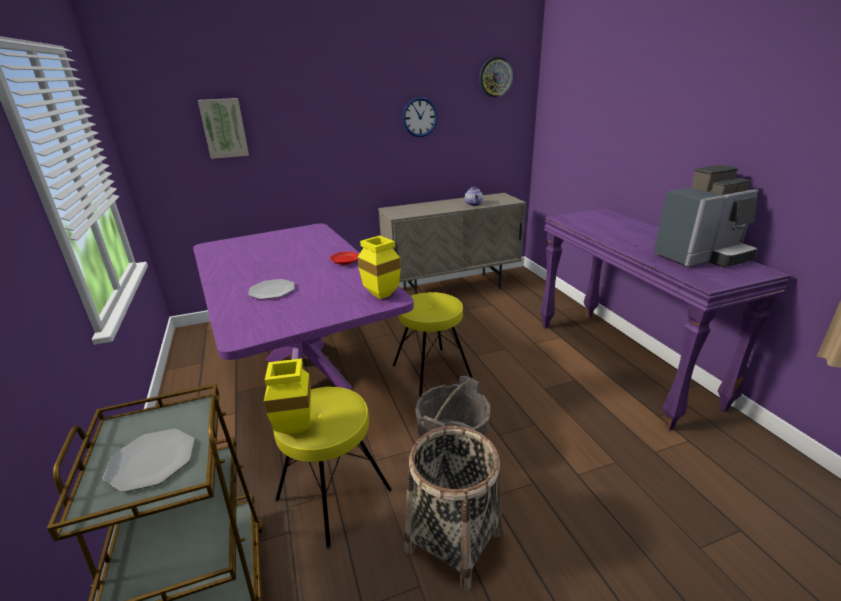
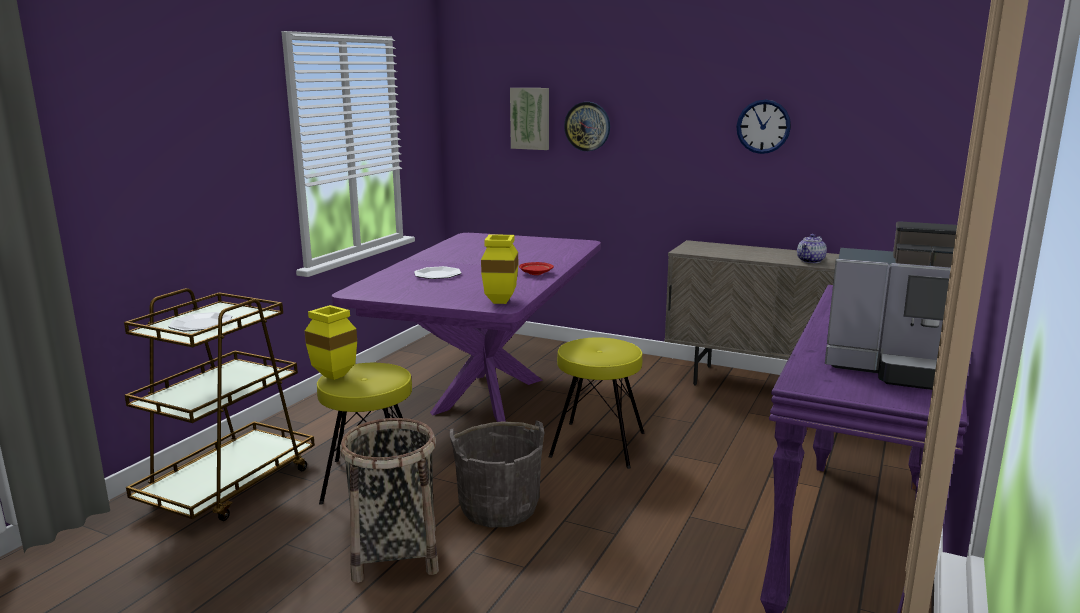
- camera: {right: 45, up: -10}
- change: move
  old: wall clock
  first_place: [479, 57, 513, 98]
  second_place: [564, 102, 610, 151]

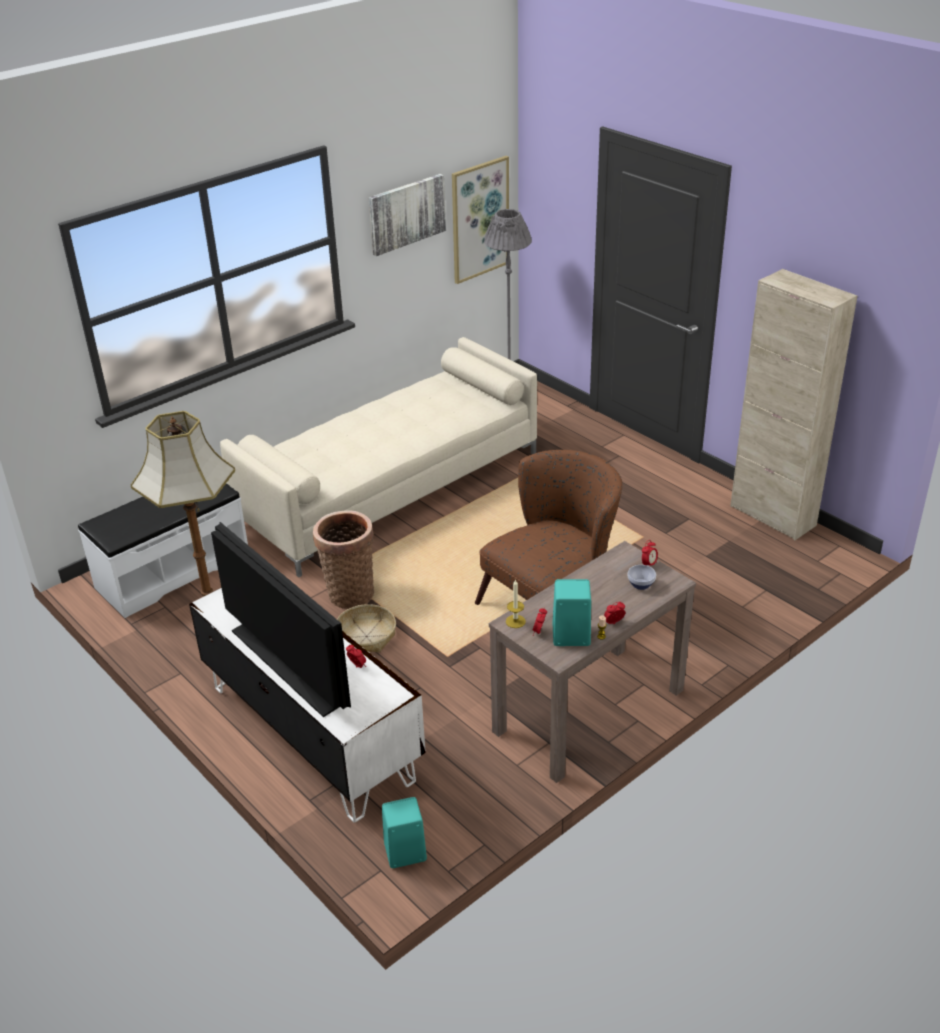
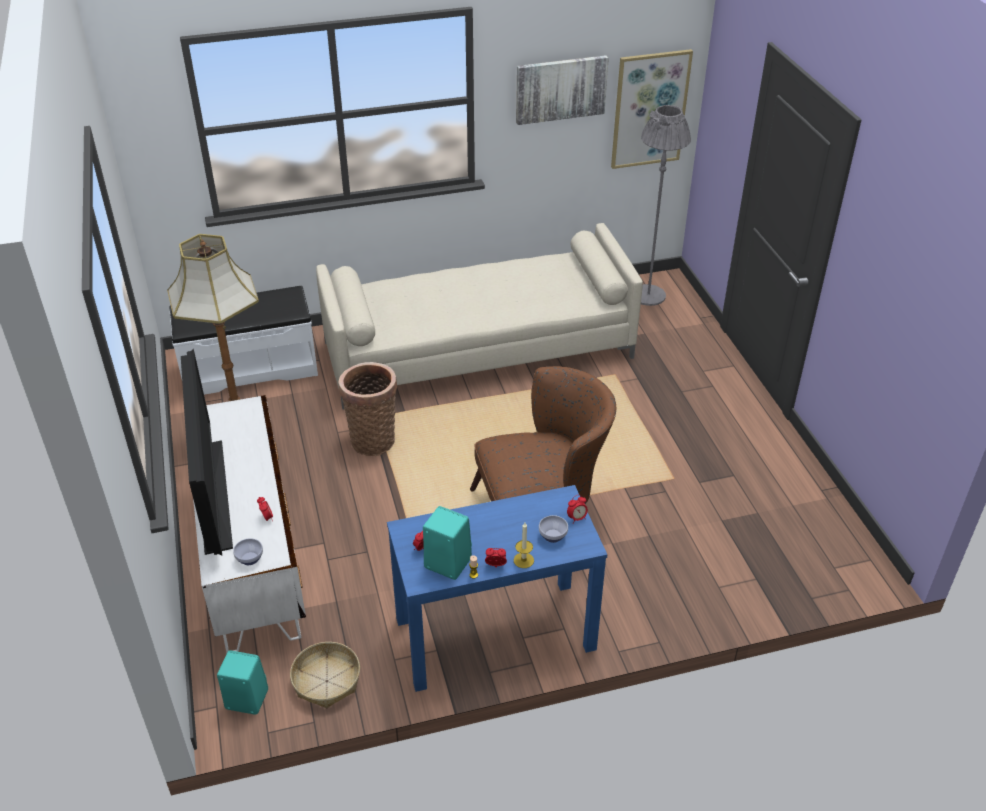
- camera: {right: 25, up: 5}
- change: move
  old: basket
  first_place: [337, 604, 396, 652]
  second_place: [290, 642, 360, 708]
- change: recolor
  old: brown console table
  new: blue console table
  first_place: [489, 541, 696, 783]
  second_place: [387, 485, 607, 692]
- change: move
  old: candle
  first_place: [506, 579, 526, 628]
  second_place: [514, 523, 534, 568]
- change: delete
  old: beige cabinet
  first_place: [730, 269, 857, 540]
- change: insert
  new: bowl
  second_place: [233, 538, 263, 565]

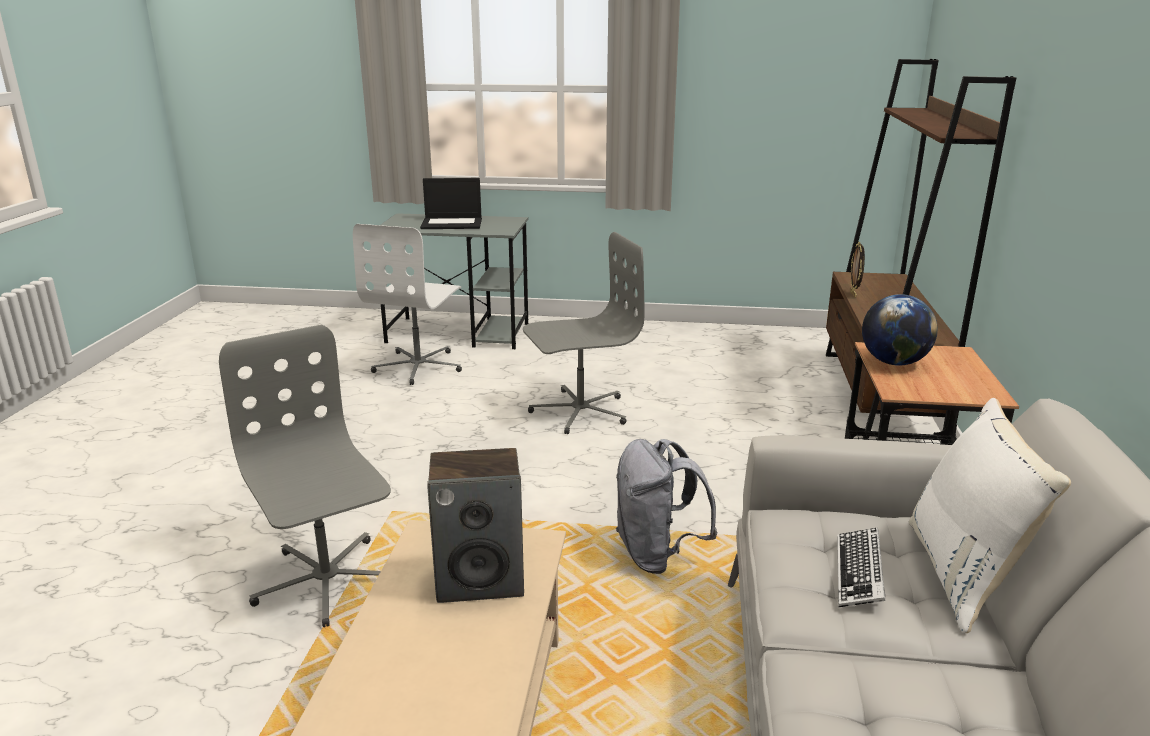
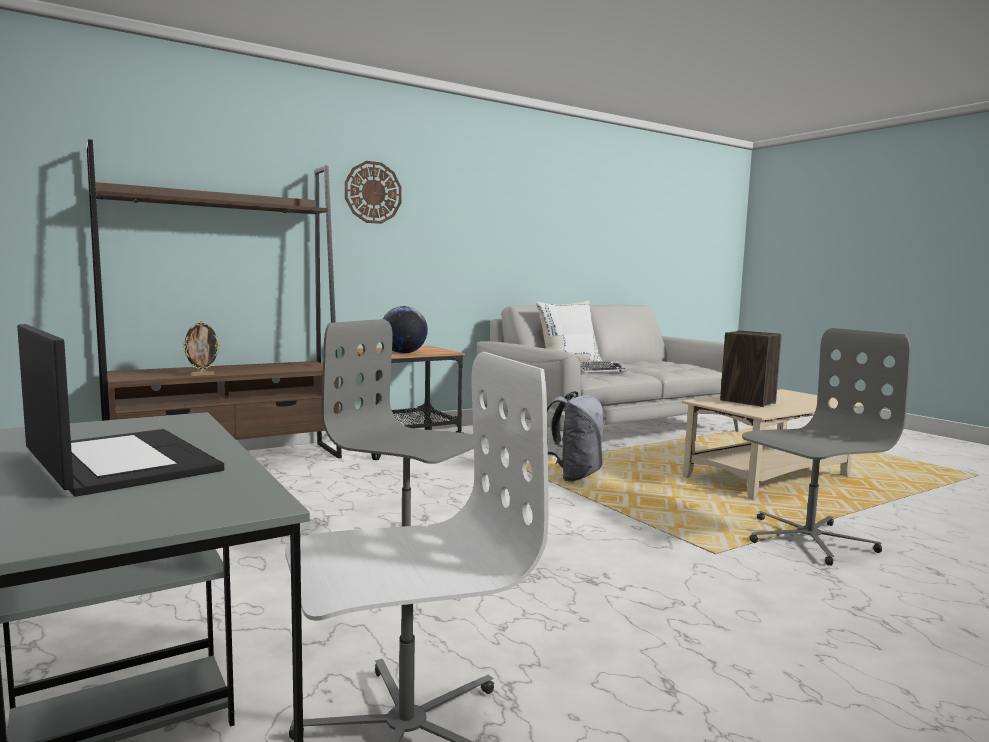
- camera: {right: -130, up: -15}
- change: rotate
  old: grey office chair
  first_place: [219, 325, 391, 627]
  second_place: [742, 328, 911, 566]
  degrees: -135
- change: insert
  new: wall clock
  second_place: [345, 161, 402, 224]

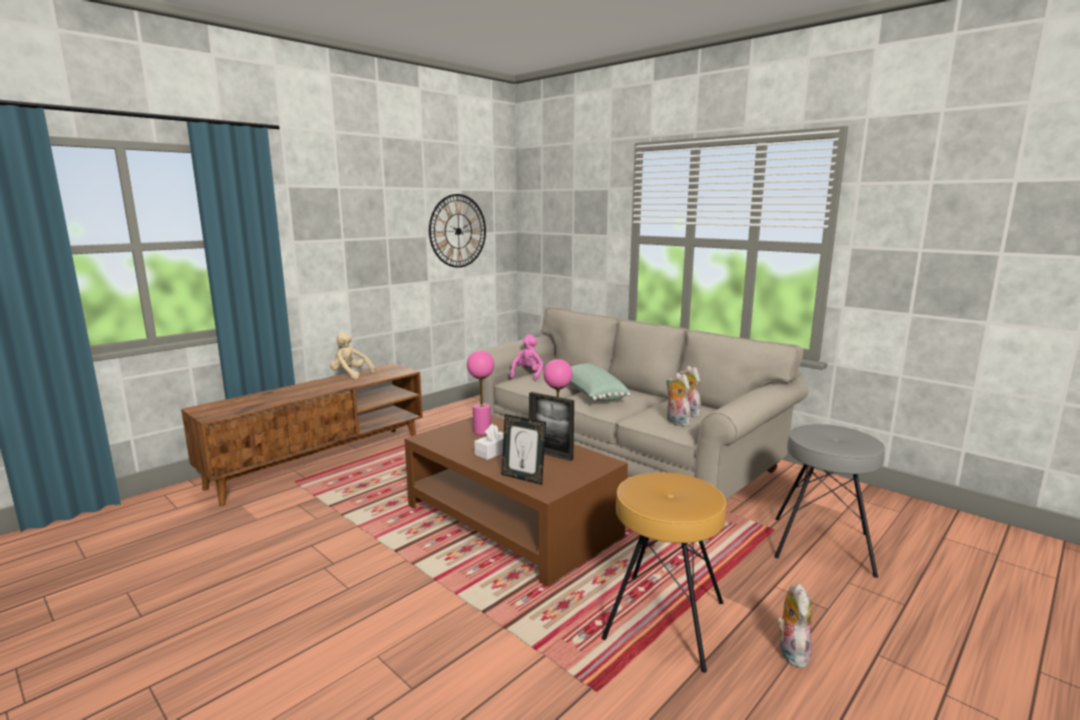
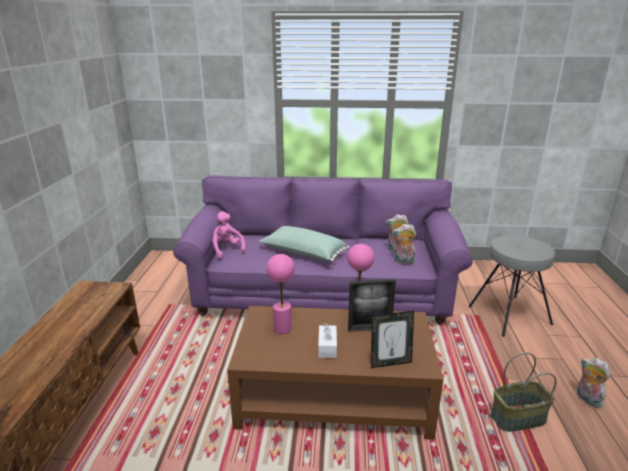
- camera: {right: -40, up: 10}
- change: delete
  old: beige plush toy
  first_place: [330, 333, 376, 379]
- change: delete
  old: wall clock
  first_place: [429, 194, 486, 268]
- change: recolor
  old: beige sofa
  new: purple sofa
  first_place: [482, 307, 808, 500]
  second_place: [173, 175, 473, 325]
- change: replace
  old: brown stool
  new: basket
  first_place: [601, 472, 726, 673]
  second_place: [490, 352, 557, 432]

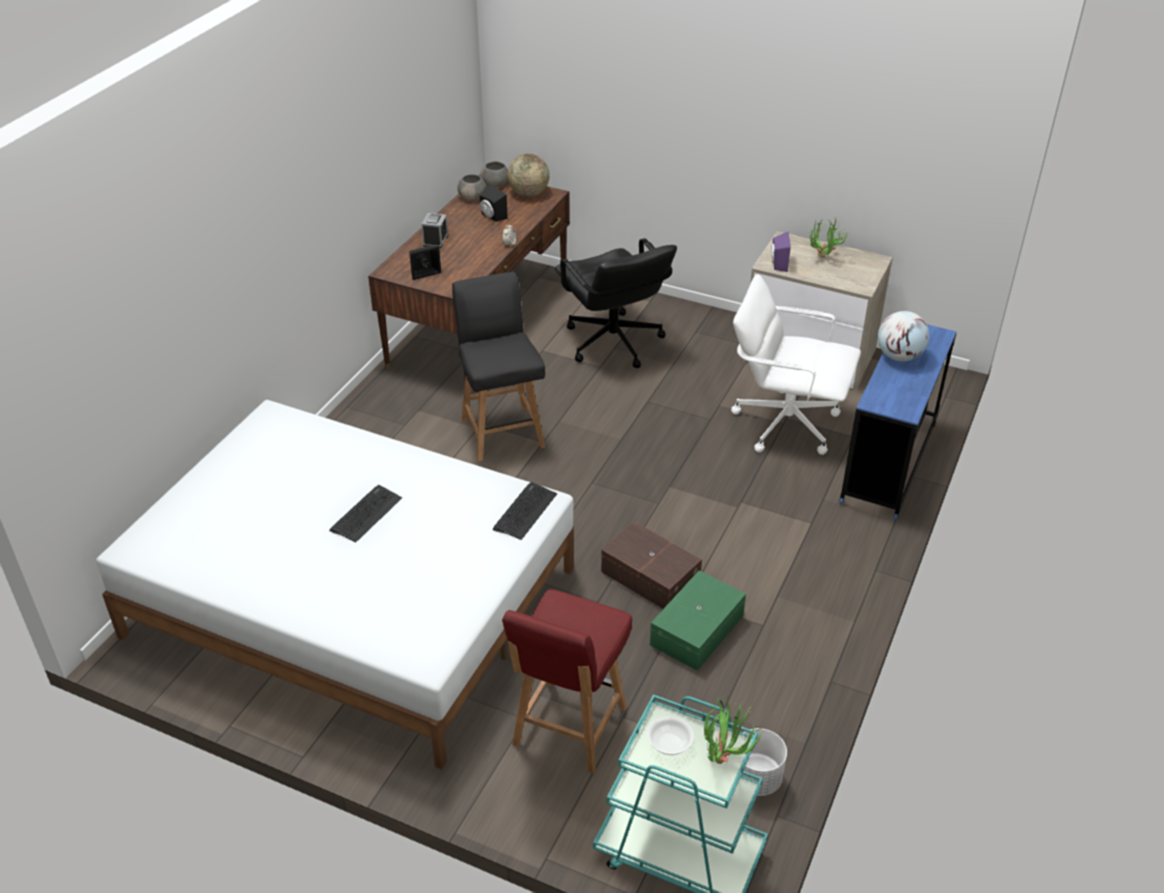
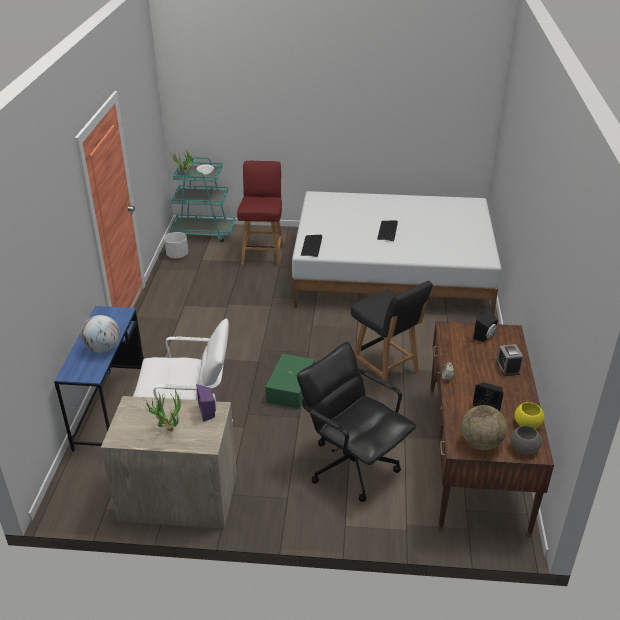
- camera: {right: 160, up: -5}
- change: recolor
  old: grey bowl
  new: yellow bowl
  first_place: [457, 174, 486, 201]
  second_place: [514, 402, 544, 429]
- change: delete
  old: brown storage box
  first_place: [601, 521, 702, 609]
- change: move
  old: green storage box
  first_place: [650, 571, 746, 671]
  second_place: [266, 354, 314, 409]

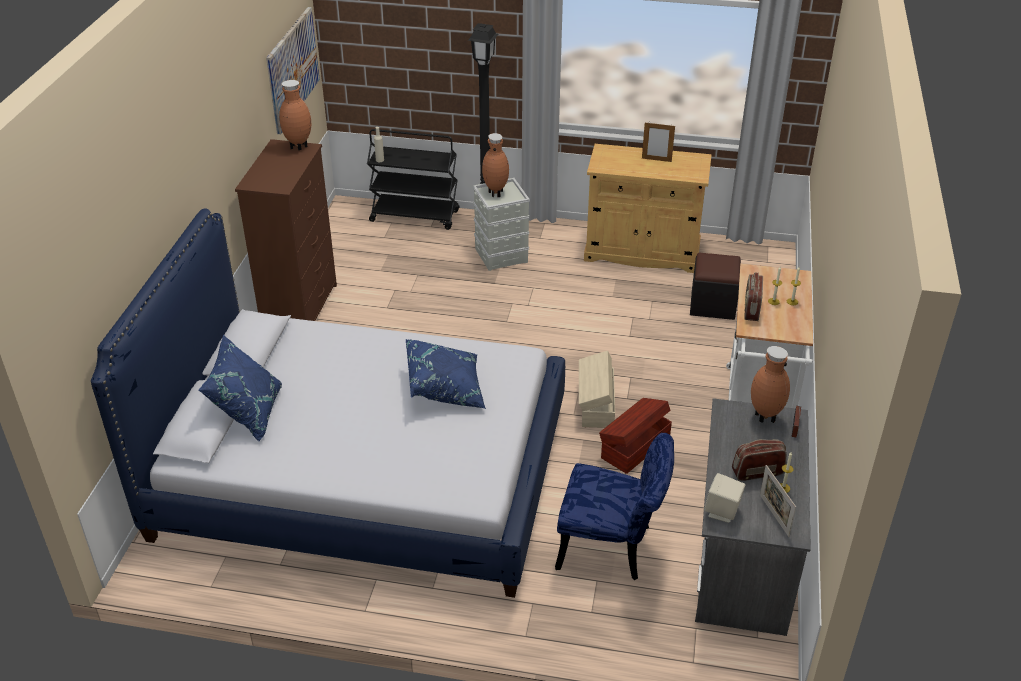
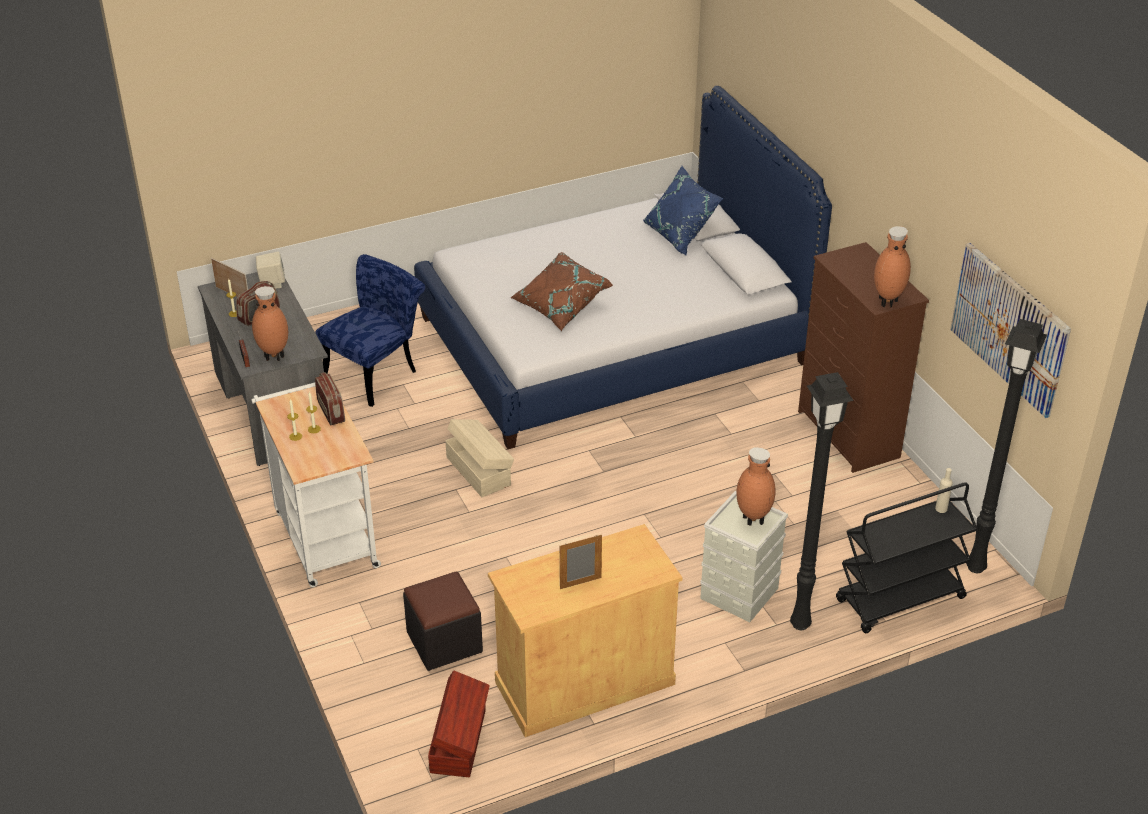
- camera: {right: 145, up: 0}
- change: recolor
  old: blue pillow
  new: brown pillow
  first_place: [406, 339, 486, 409]
  second_place: [510, 252, 613, 331]
- change: rotate
  old: blue chair
  first_place: [555, 433, 674, 580]
  second_place: [316, 254, 425, 407]
  degrees: 150
- change: move
  old: brown storage box
  first_place: [599, 398, 672, 474]
  second_place: [428, 670, 490, 777]
- change: insert
  new: black floor lamp
  second_place: [966, 319, 1047, 573]

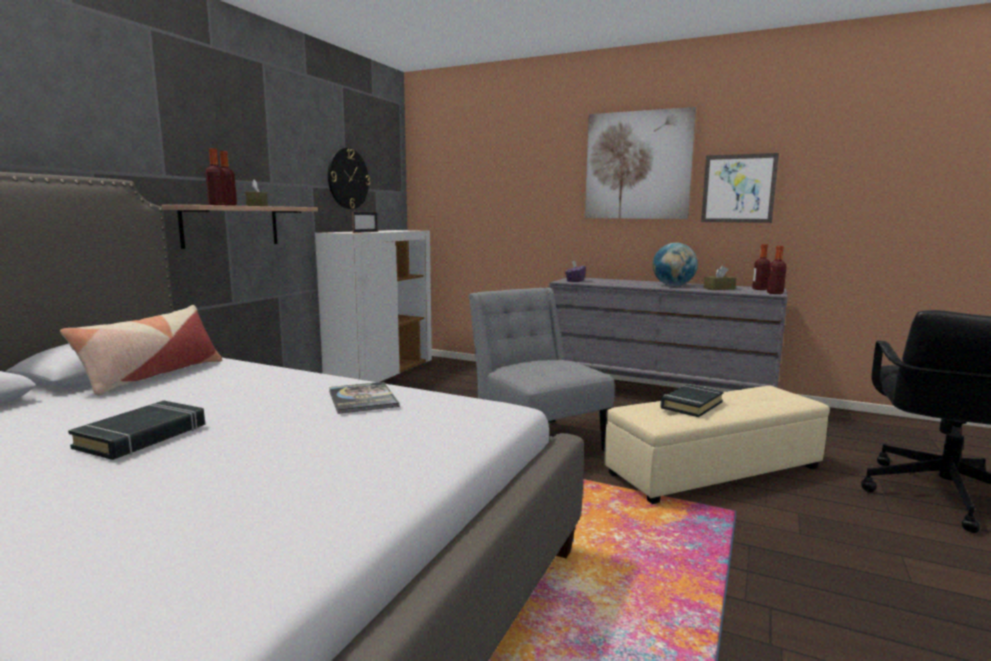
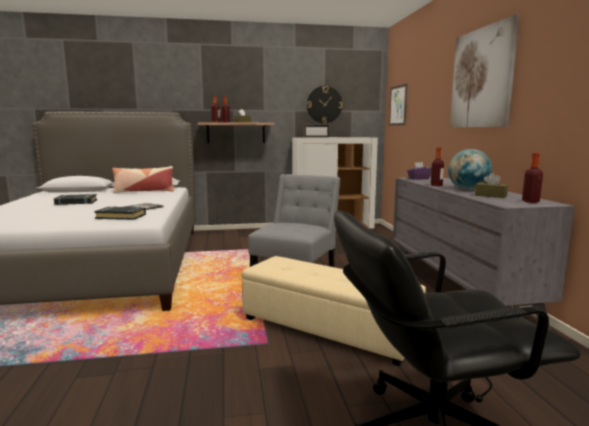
- camera: {right: 55, up: 0}
- change: move
  old: black book
  first_place: [660, 384, 724, 417]
  second_place: [94, 206, 146, 220]
- change: move
  old: picture
  first_place: [701, 153, 779, 223]
  second_place: [389, 83, 408, 126]
- change: move
  old: bottle
  first_place: [767, 246, 787, 294]
  second_place: [431, 148, 444, 186]

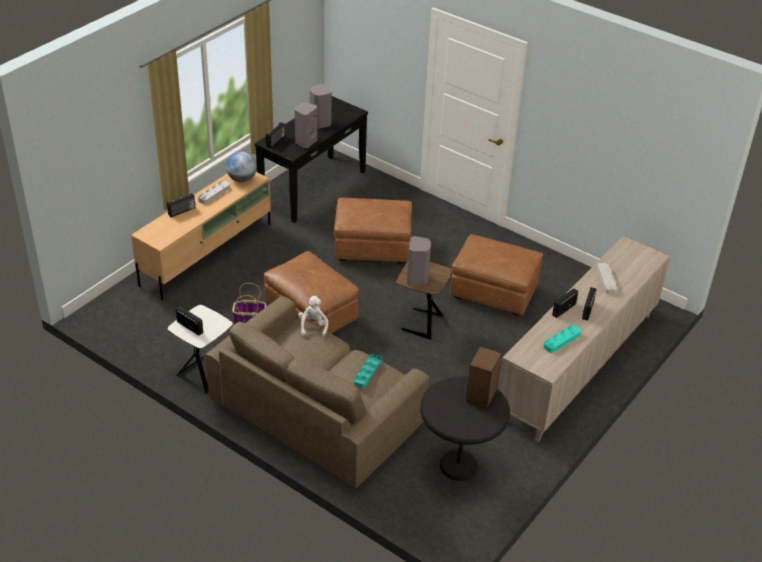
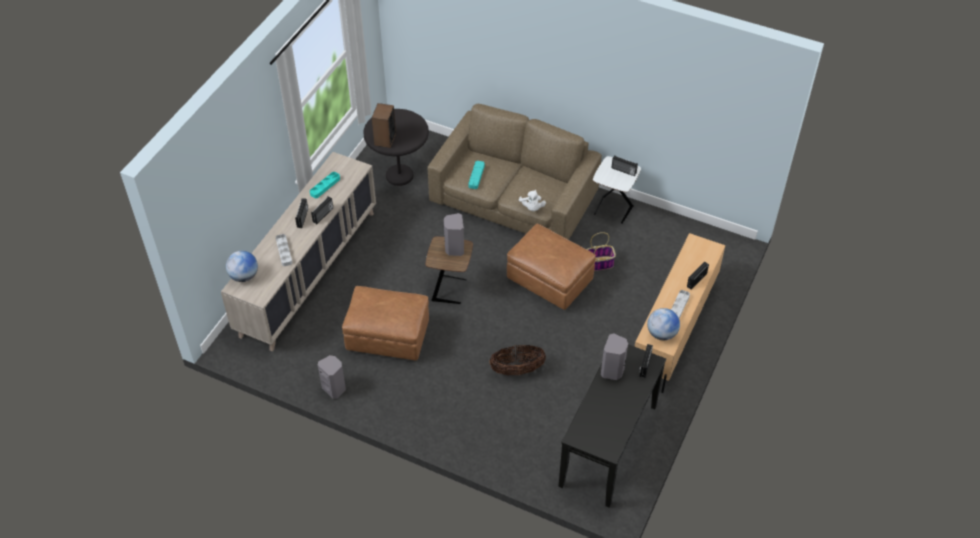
- camera: {right: 170, up: 10}
- change: move
  old: grey speaker
  first_place: [310, 84, 332, 129]
  second_place: [318, 355, 346, 399]
- change: replace
  old: brown ottoman
  new: basket
  first_place: [334, 198, 412, 264]
  second_place: [489, 345, 546, 376]
- change: insert
  new: globe
  second_place: [226, 251, 258, 282]

